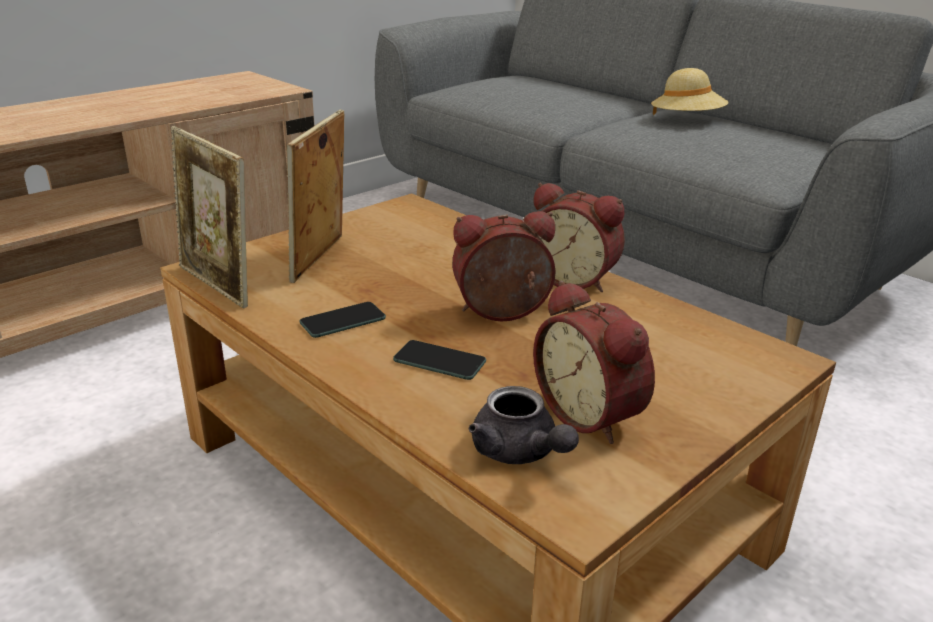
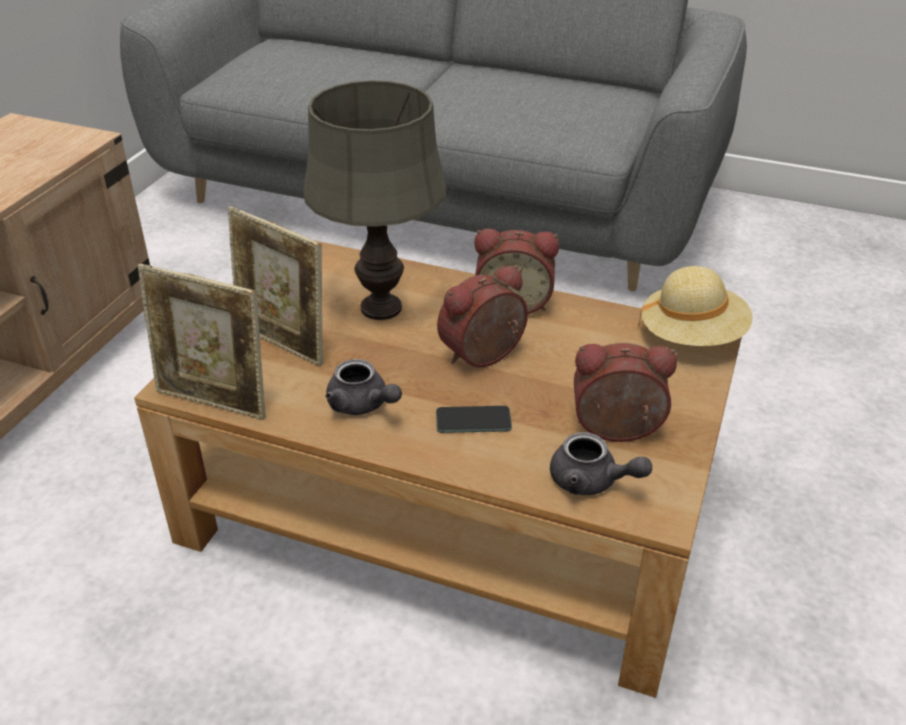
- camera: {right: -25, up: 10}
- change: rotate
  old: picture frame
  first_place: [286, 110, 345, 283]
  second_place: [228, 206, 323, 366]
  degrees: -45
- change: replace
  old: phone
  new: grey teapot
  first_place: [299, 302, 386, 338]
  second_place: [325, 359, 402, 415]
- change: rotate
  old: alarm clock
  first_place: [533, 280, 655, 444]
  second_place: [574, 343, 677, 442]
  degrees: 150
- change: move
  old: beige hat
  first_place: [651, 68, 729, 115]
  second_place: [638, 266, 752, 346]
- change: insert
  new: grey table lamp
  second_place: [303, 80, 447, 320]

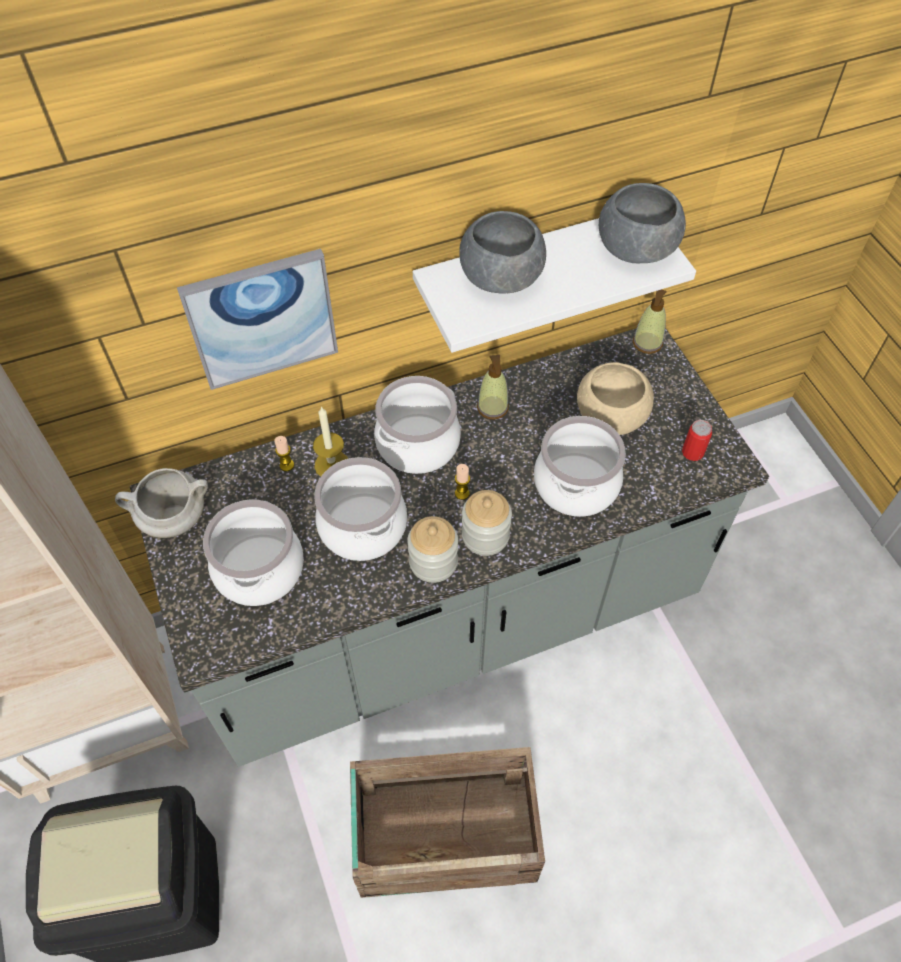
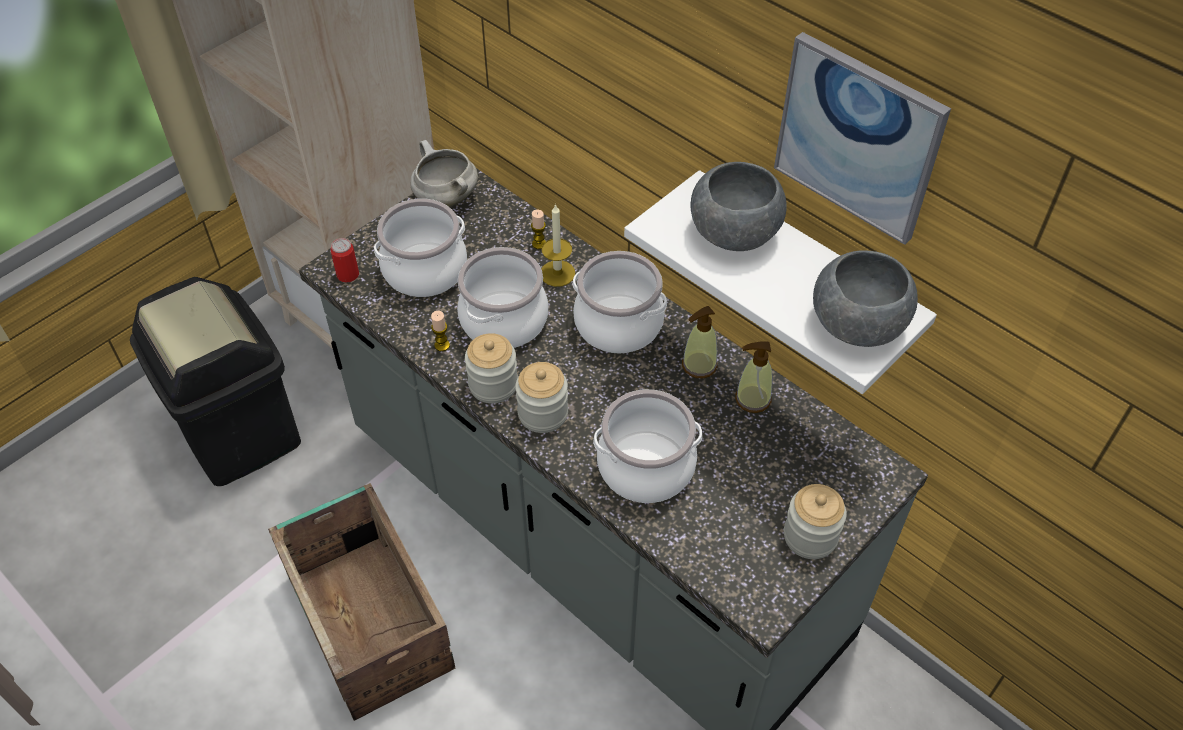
- camera: {right: 65, up: -5}
- change: move
  old: picture
  first_place: [177, 249, 338, 390]
  second_place: [774, 32, 951, 245]
- change: move
  old: candle
  first_place: [455, 464, 470, 500]
  second_place: [431, 311, 450, 351]
- change: delete
  old: beige bowl
  first_place: [577, 362, 654, 435]
- change: move
  old: soap dispenser
  first_place: [633, 290, 667, 354]
  second_place: [735, 341, 772, 413]
- change: move
  old: can
  first_place: [682, 420, 712, 461]
  second_place: [331, 238, 359, 283]
- change: insert
  new: jar
  second_place: [784, 484, 847, 559]

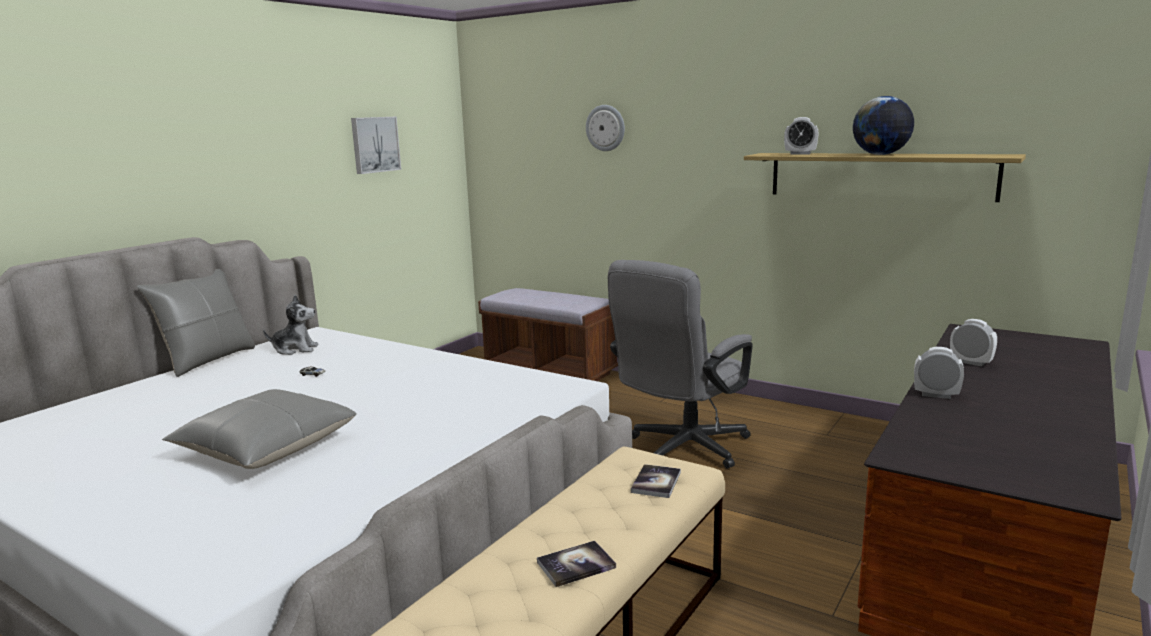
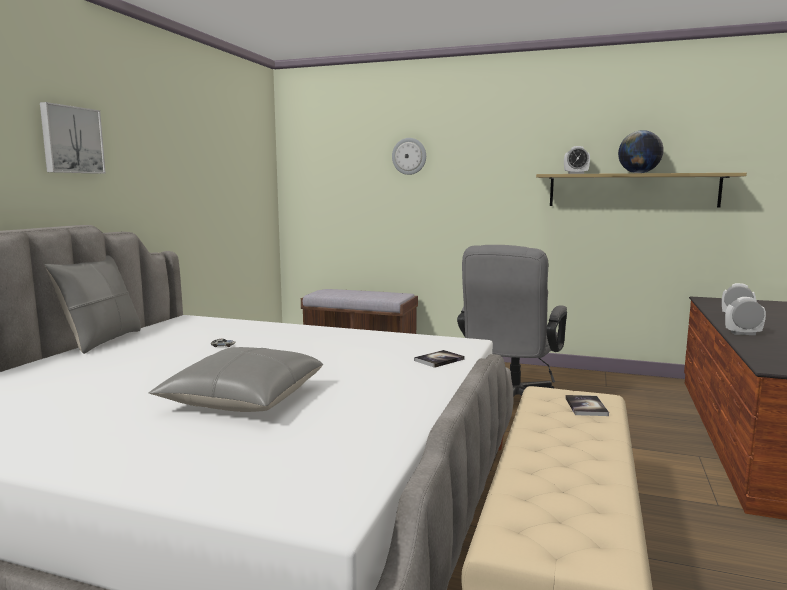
- camera: {right: -15, up: -5}
- change: delete
  old: plush toy
  first_place: [263, 295, 319, 355]
- change: move
  old: picture
  first_place: [351, 117, 401, 174]
  second_place: [40, 102, 106, 174]
- change: move
  old: book
  first_place: [537, 541, 616, 587]
  second_place: [414, 350, 464, 368]

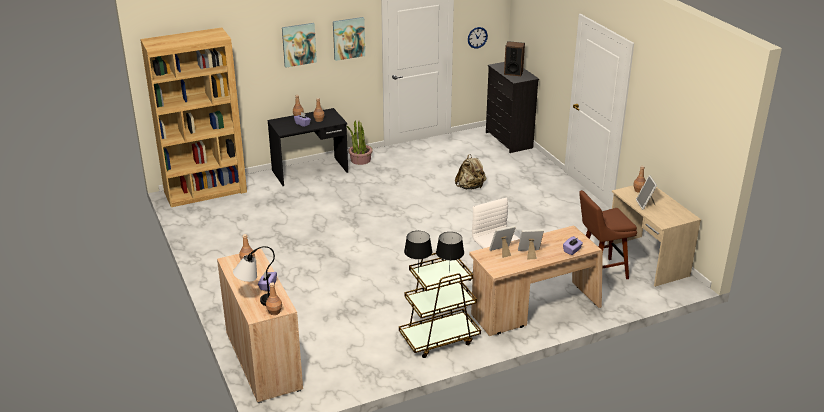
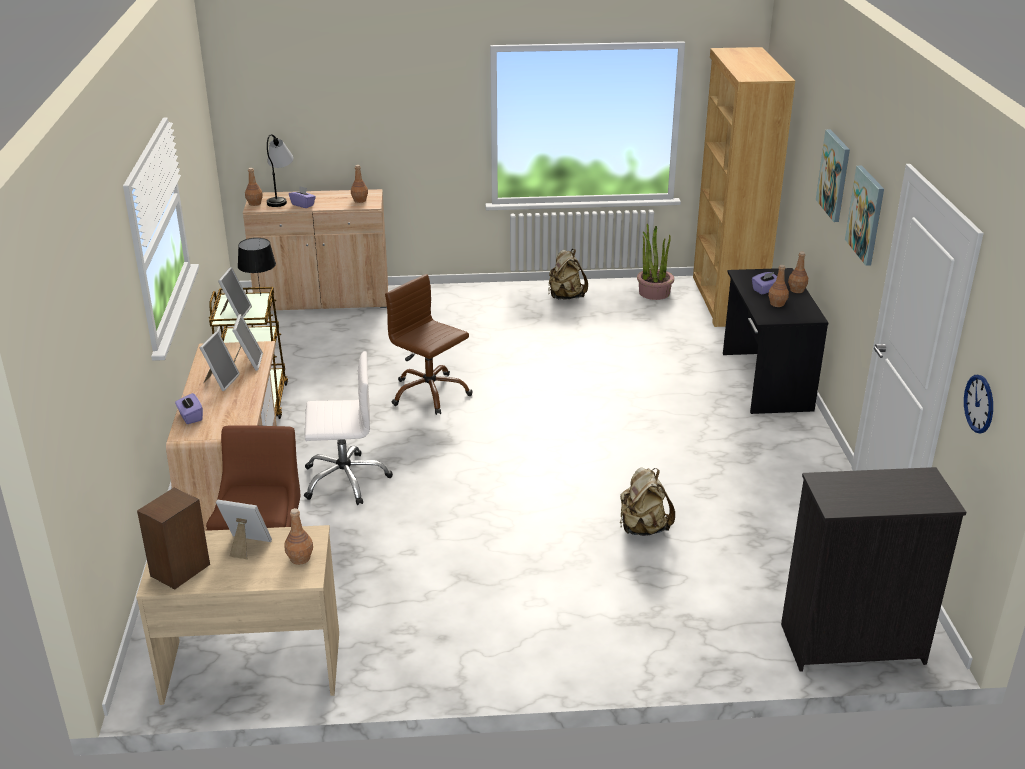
- camera: {right: 110, up: 0}
- change: move
  old: potted plant
  first_place: [347, 121, 373, 165]
  second_place: [637, 223, 674, 300]
- change: replace
  old: black table lamp
  new: picture frame
  first_place: [436, 232, 464, 274]
  second_place: [218, 267, 252, 318]
- change: move
  old: speaker
  first_place: [504, 41, 525, 76]
  second_place: [137, 487, 210, 589]
- change: insert
  new: brown office chair
  second_place: [385, 274, 473, 415]
- change: insert
  new: beige backpack
  second_place: [548, 249, 588, 300]

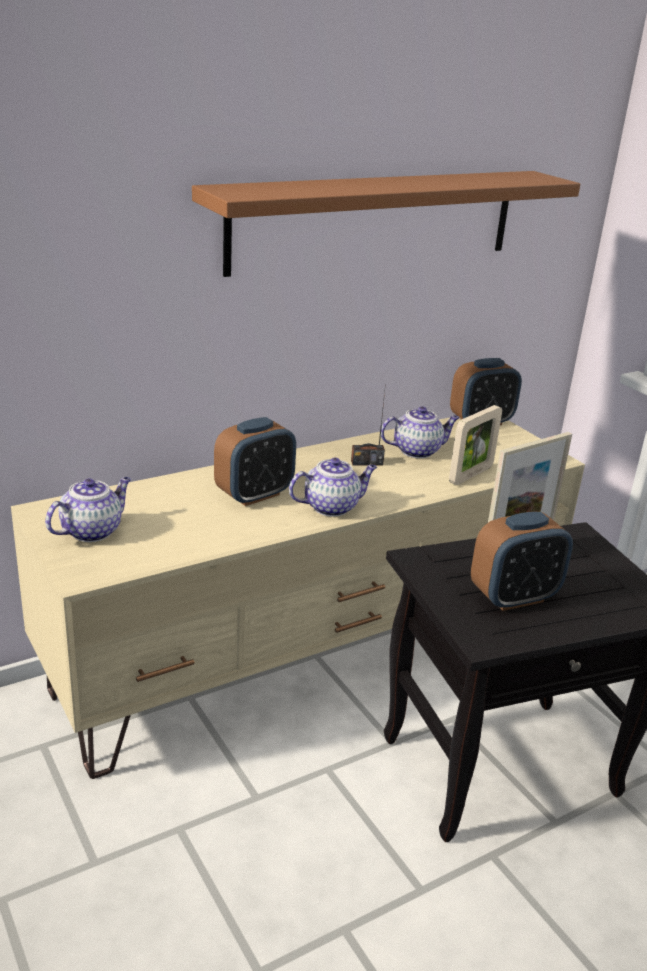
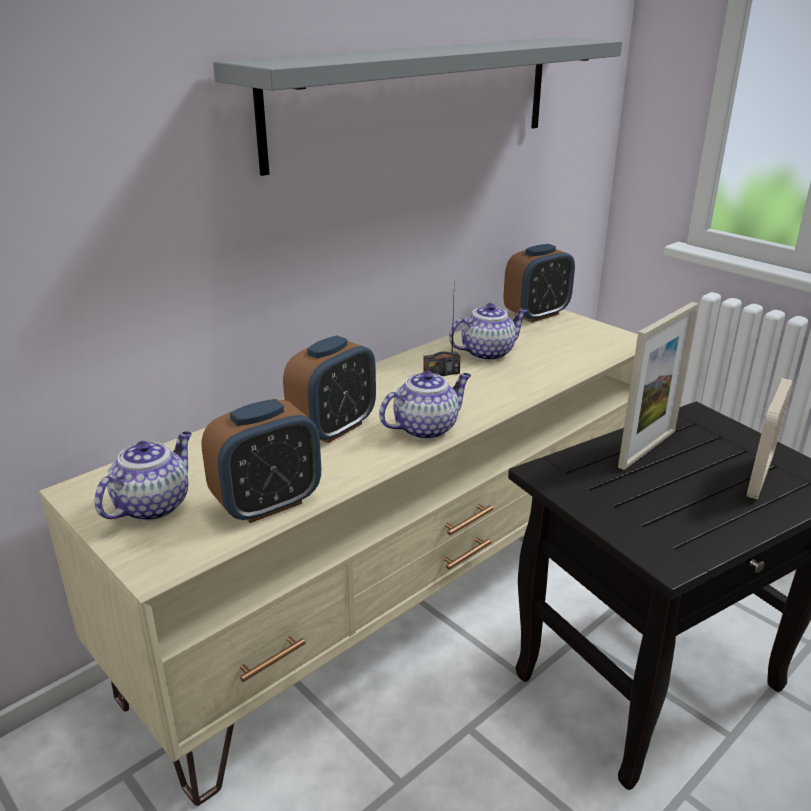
- camera: {right: -10, up: 0}
- change: recolor
  old: brown shelf
  new: grey shelf
  first_place: [192, 171, 580, 277]
  second_place: [213, 37, 622, 176]
- change: move
  old: picture frame
  first_place: [449, 405, 502, 485]
  second_place: [746, 378, 793, 499]
- change: move
  old: alarm clock
  first_place: [471, 512, 573, 611]
  second_place: [201, 399, 321, 523]

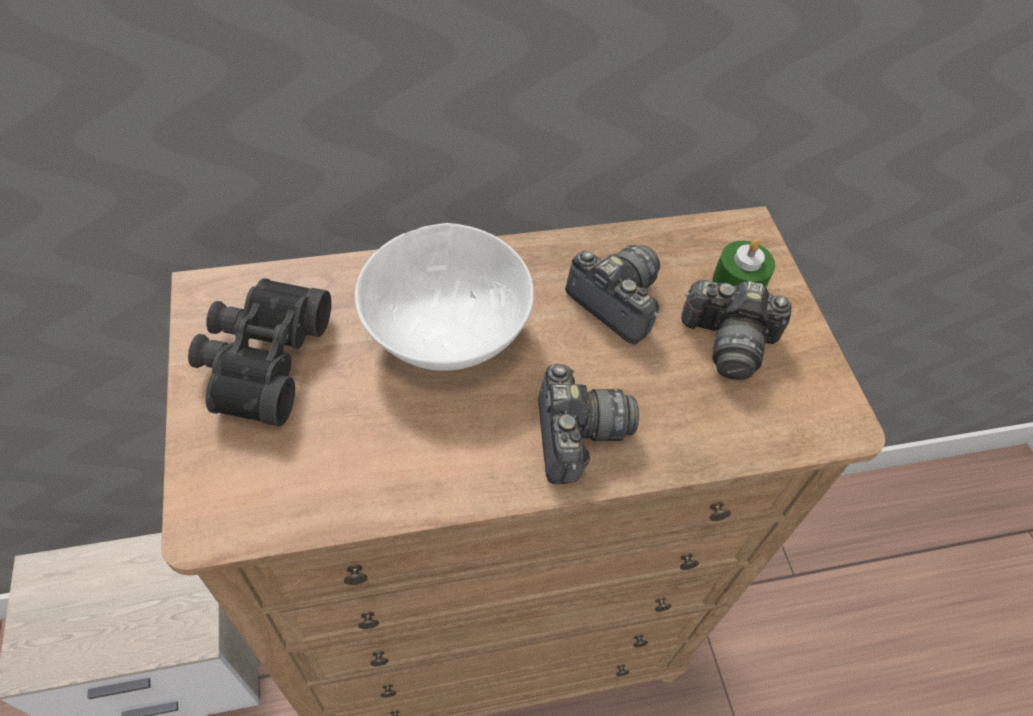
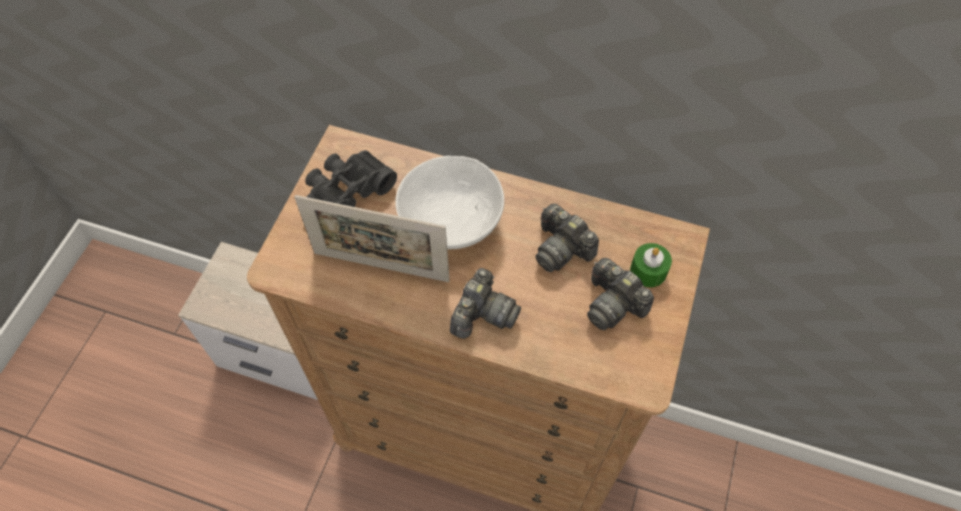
- camera: {right: 35, up: 5}
- change: rotate
  old: photo camera
  first_place: [565, 245, 660, 344]
  second_place: [535, 204, 599, 272]
  degrees: 150
- change: insert
  new: picture frame
  second_place: [294, 195, 450, 282]

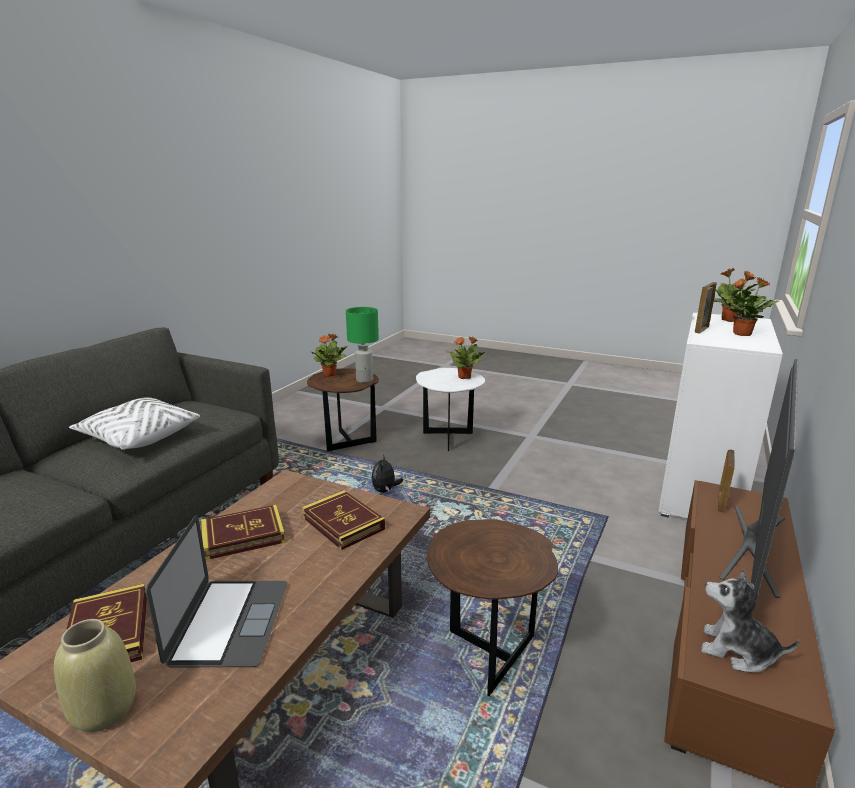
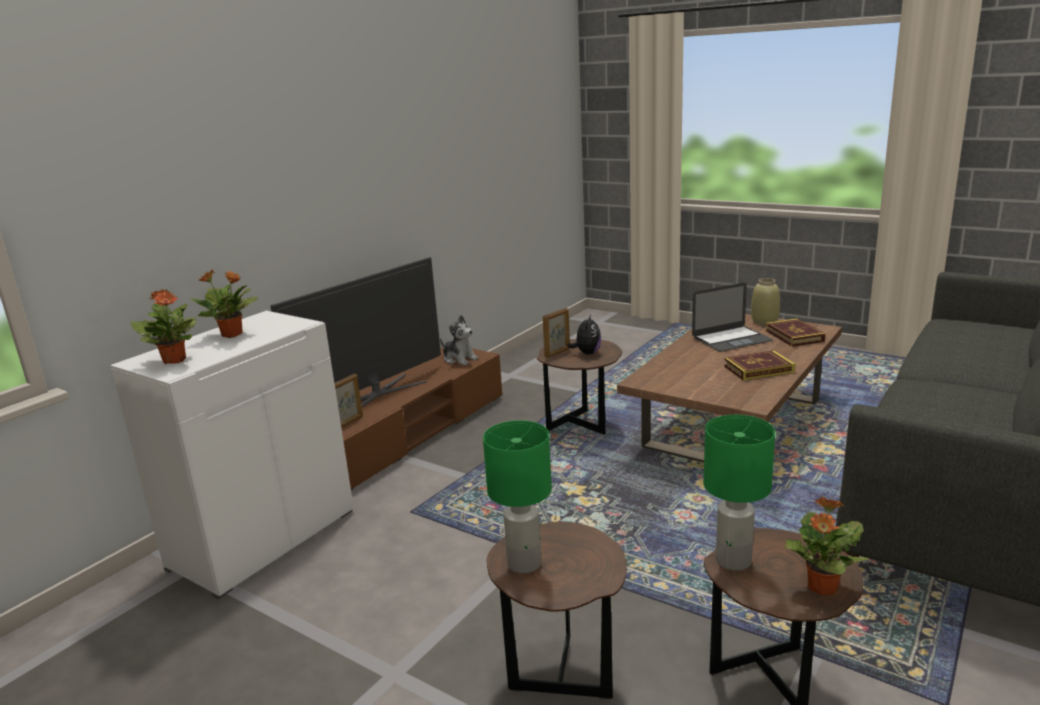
- camera: {right: -170, up: 0}
- change: delete
  old: white pillow
  first_place: [69, 397, 200, 450]
- change: rotate
  old: laptop
  first_place: [146, 515, 287, 667]
  second_place: [692, 283, 773, 352]
  degrees: -120
- change: delete
  old: book
  first_place: [302, 490, 385, 550]
- change: move
  old: plush toy
  first_place: [371, 454, 403, 493]
  second_place: [567, 314, 601, 355]
- change: recolor
  old: white side table
  new: brown side table
  first_place: [416, 368, 485, 451]
  second_place: [487, 521, 627, 699]
- change: replace
  old: potted plant
  new: green table lamp
  first_place: [446, 336, 486, 379]
  second_place: [483, 420, 552, 574]
- change: move
  old: picture frame
  first_place: [695, 282, 717, 333]
  second_place: [543, 308, 570, 358]

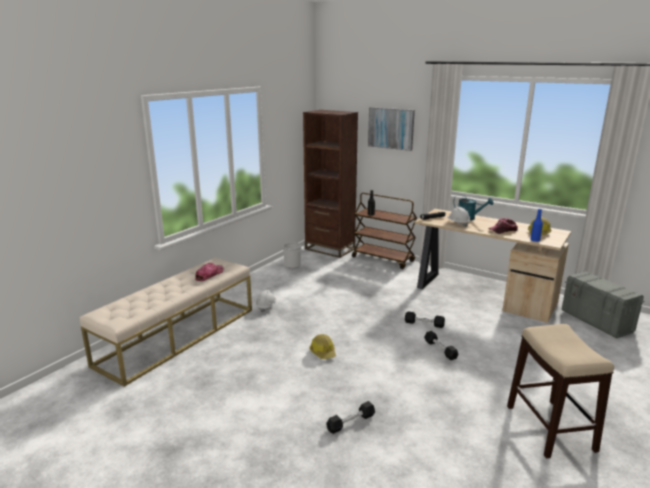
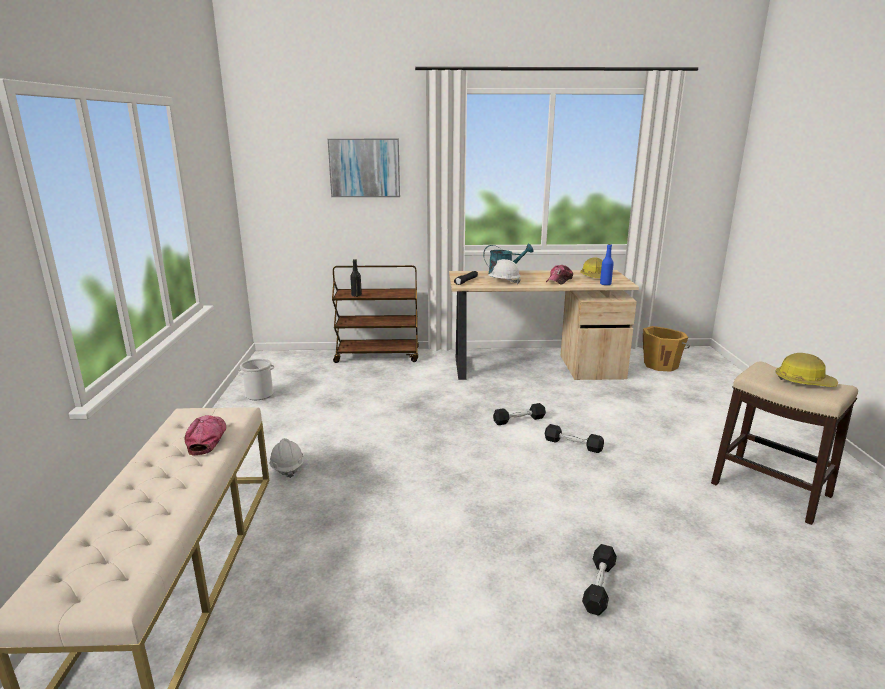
- camera: {right: -35, up: 0}
- change: delete
  old: brown bookcase
  first_place: [303, 110, 358, 258]
- change: move
  old: hard hat
  first_place: [309, 334, 336, 359]
  second_place: [775, 353, 838, 387]
- change: replace
  old: grey storage box
  new: orange bucket
  first_place: [562, 271, 645, 338]
  second_place: [643, 326, 690, 372]

